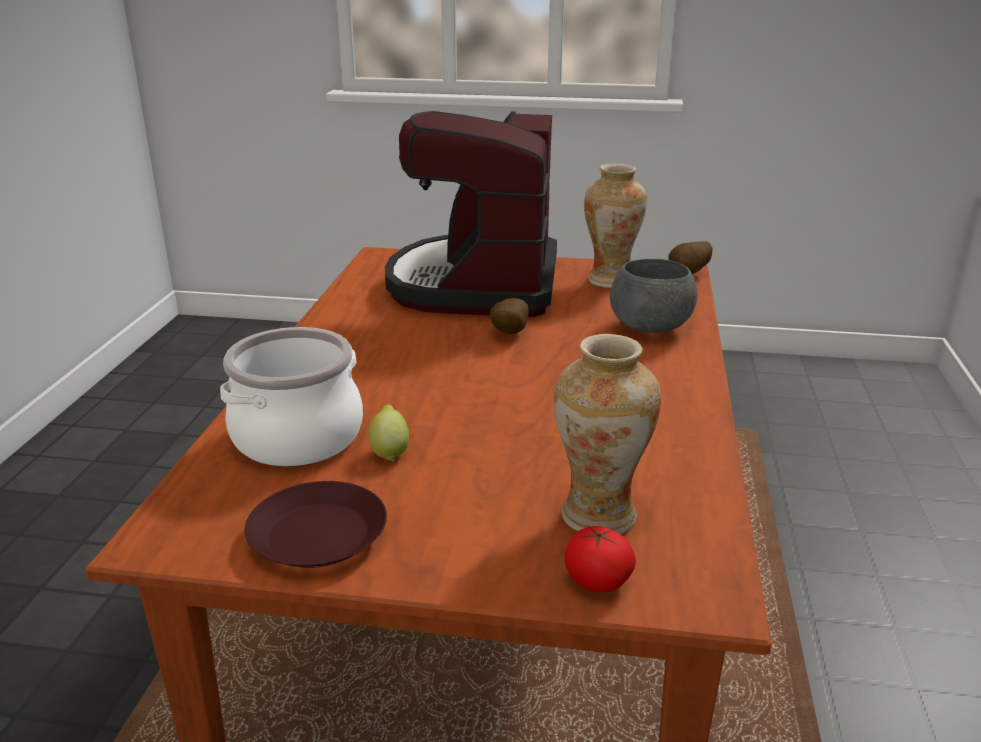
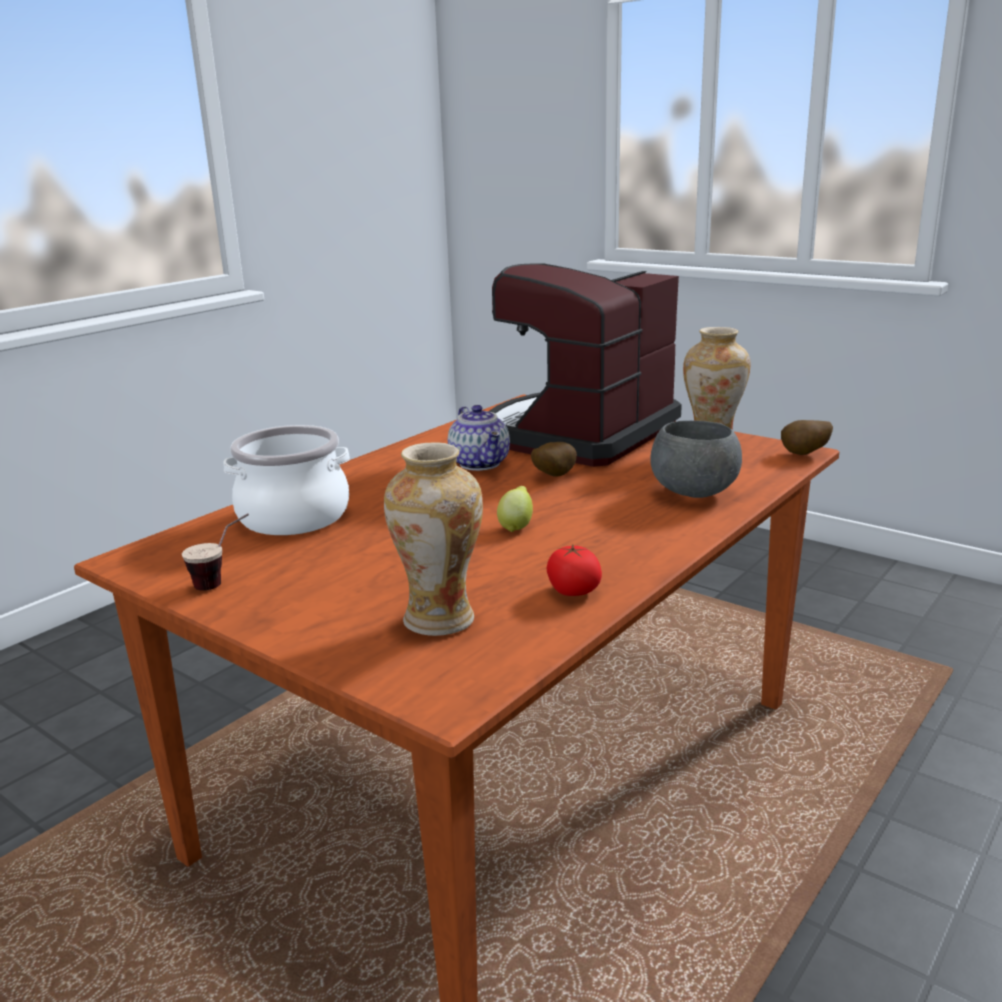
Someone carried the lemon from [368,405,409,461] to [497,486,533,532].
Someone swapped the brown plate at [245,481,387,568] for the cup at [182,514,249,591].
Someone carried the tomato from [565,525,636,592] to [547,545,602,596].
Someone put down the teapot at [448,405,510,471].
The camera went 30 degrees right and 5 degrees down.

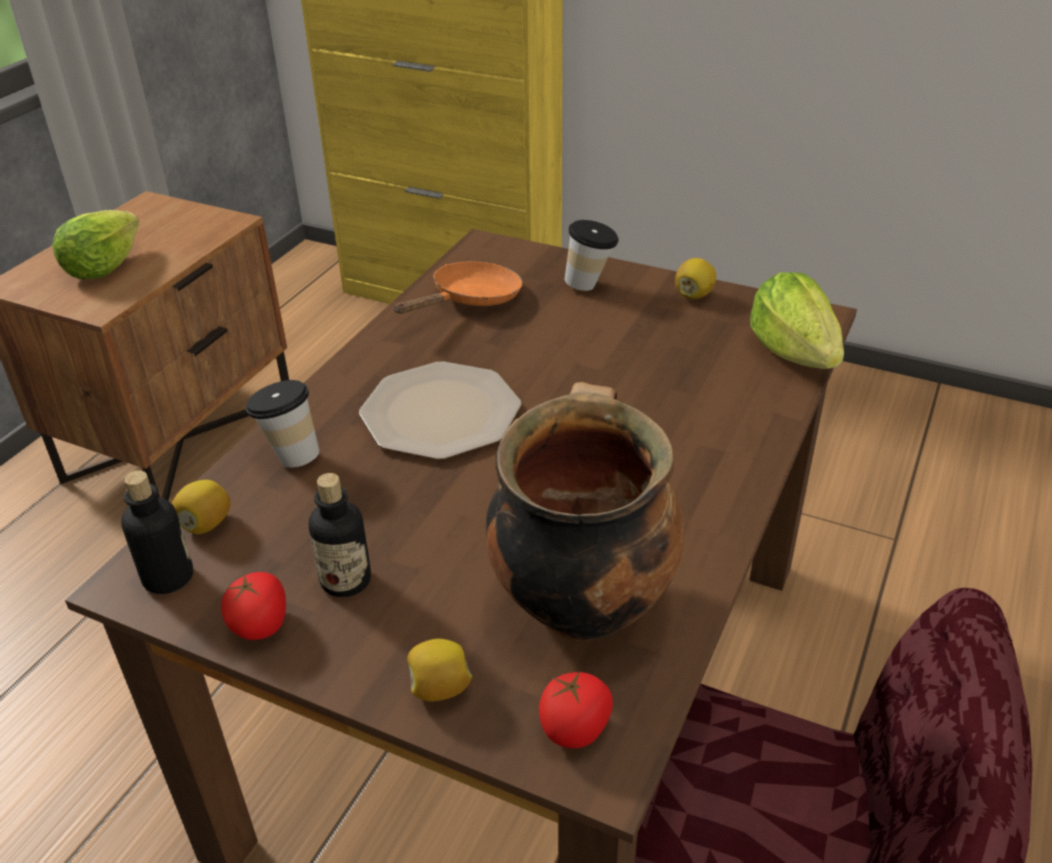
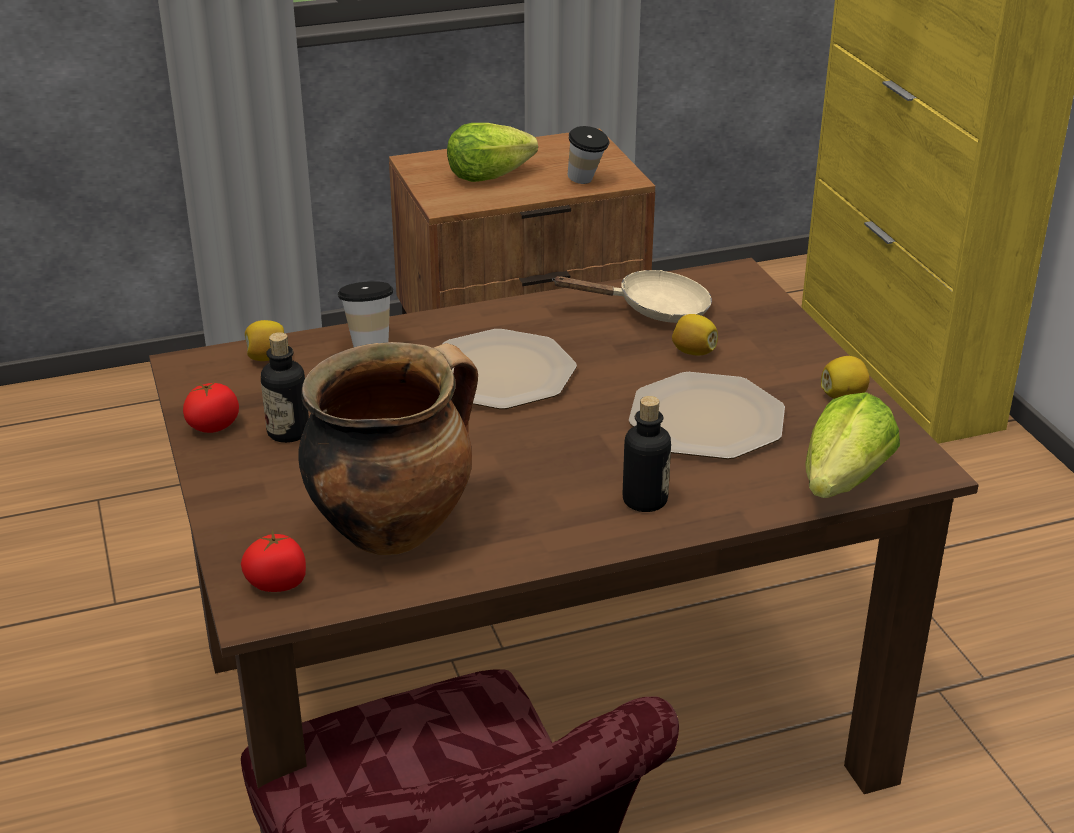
Someone carried the cup from [565,220,619,291] to [568,126,609,184].
Someone repainted the orange frying pan at [393,262,523,314], which became the beige frying pan at [552,270,712,323].
Someone carried the bottle from [121,471,193,594] to [623,396,671,512].
Someone carried the lemon from [407,639,472,702] to [672,314,718,355].
Someone put down the plate at [629,372,785,459].
The camera went 45 degrees right and 5 degrees down.

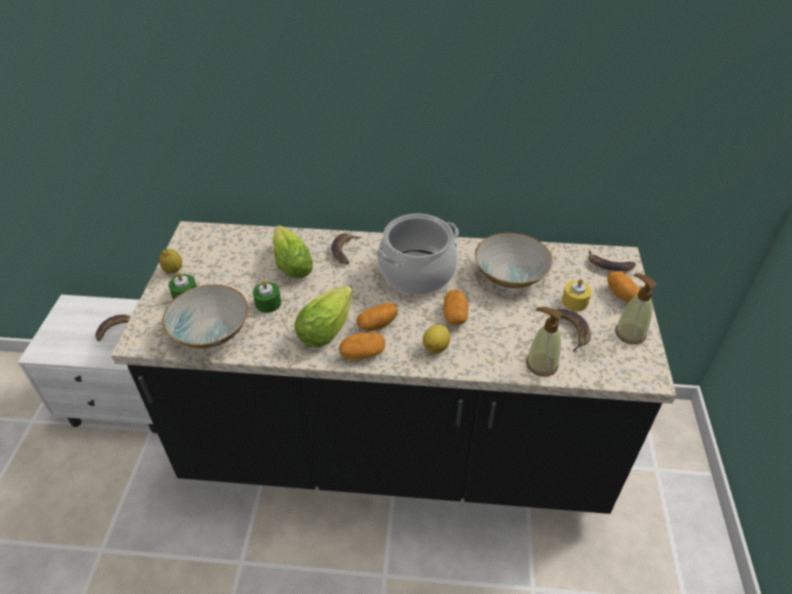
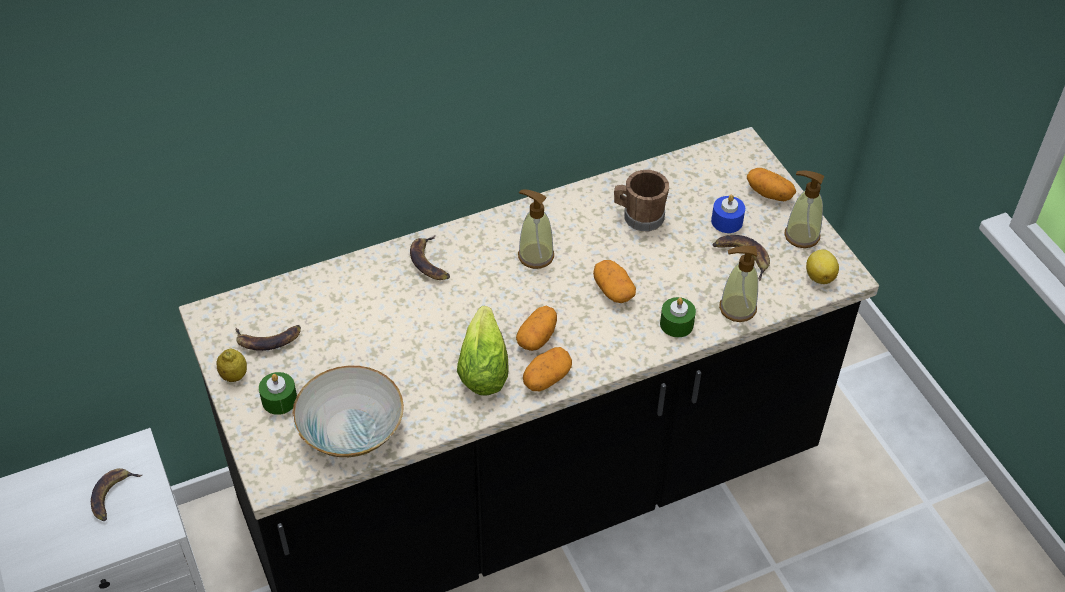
Someone swapped the cooking pot at [376,214,459,294] for the soap dispenser at [518,190,554,269].
Someone took away the lettuce at [273,225,313,279].
Someone swapped the bowl at [475,233,553,288] for the brown mug at [614,170,669,231].
Someone carried the banana from [588,250,636,271] to [235,325,301,351].
Someone repainted the yellow candle at [562,279,592,311], which became the blue candle at [711,195,745,233].
Someone carried the green candle from [253,280,281,313] to [660,297,696,338].
Someone carried the lemon from [423,324,450,354] to [806,250,839,284].
The camera went 30 degrees left and 5 degrees up.

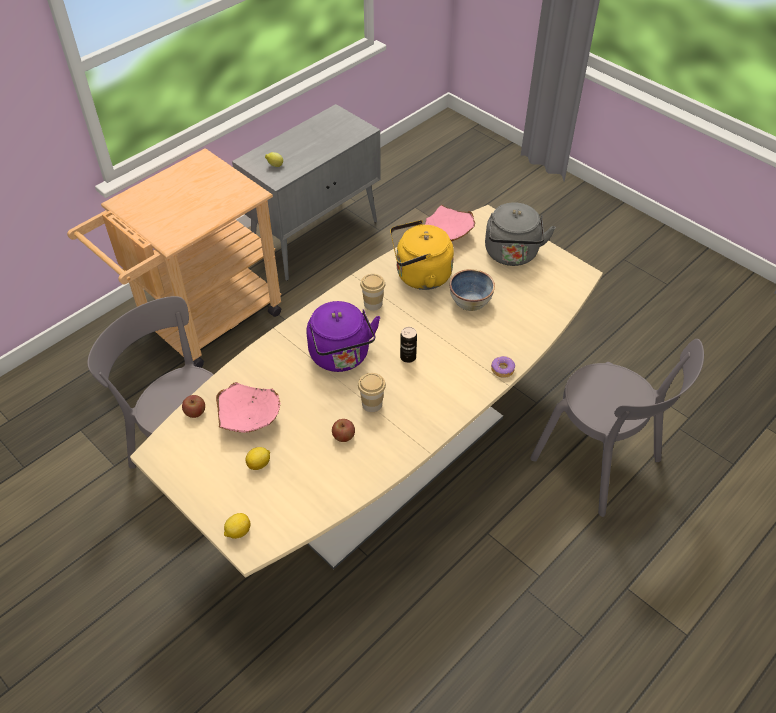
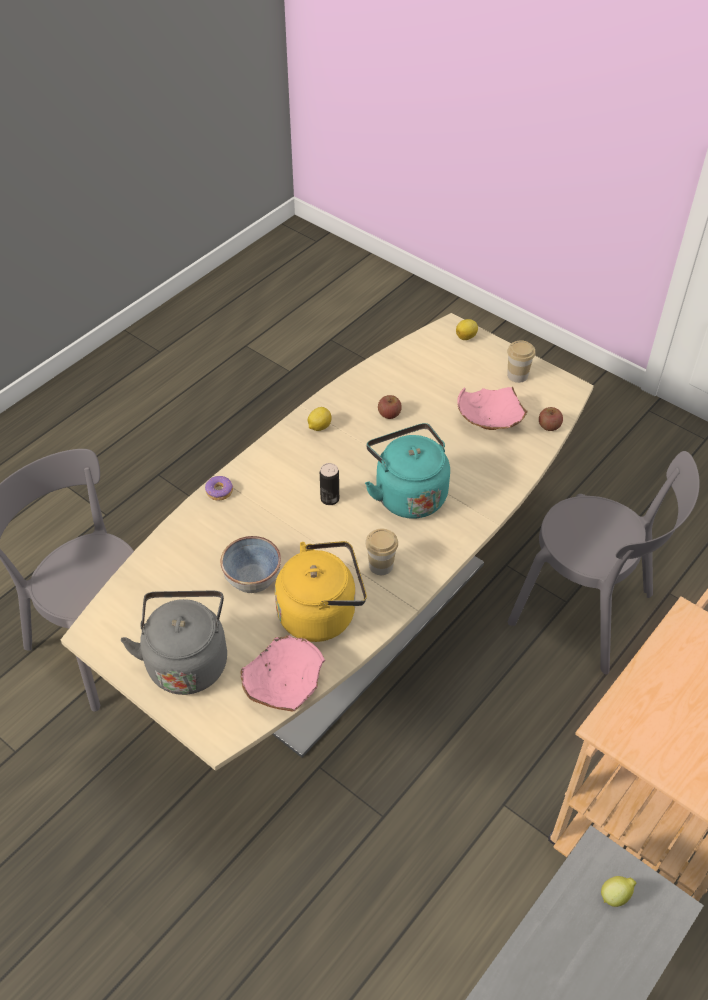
Someone repainted the purple kettle at [307,301,380,372], which became the turquoise kettle at [365,423,450,519].
Someone carried the cup from [358,373,386,412] to [507,340,535,383].
Someone carried the lemon from [245,447,270,470] to [308,407,331,431].
The camera went 175 degrees right and 0 degrees up.

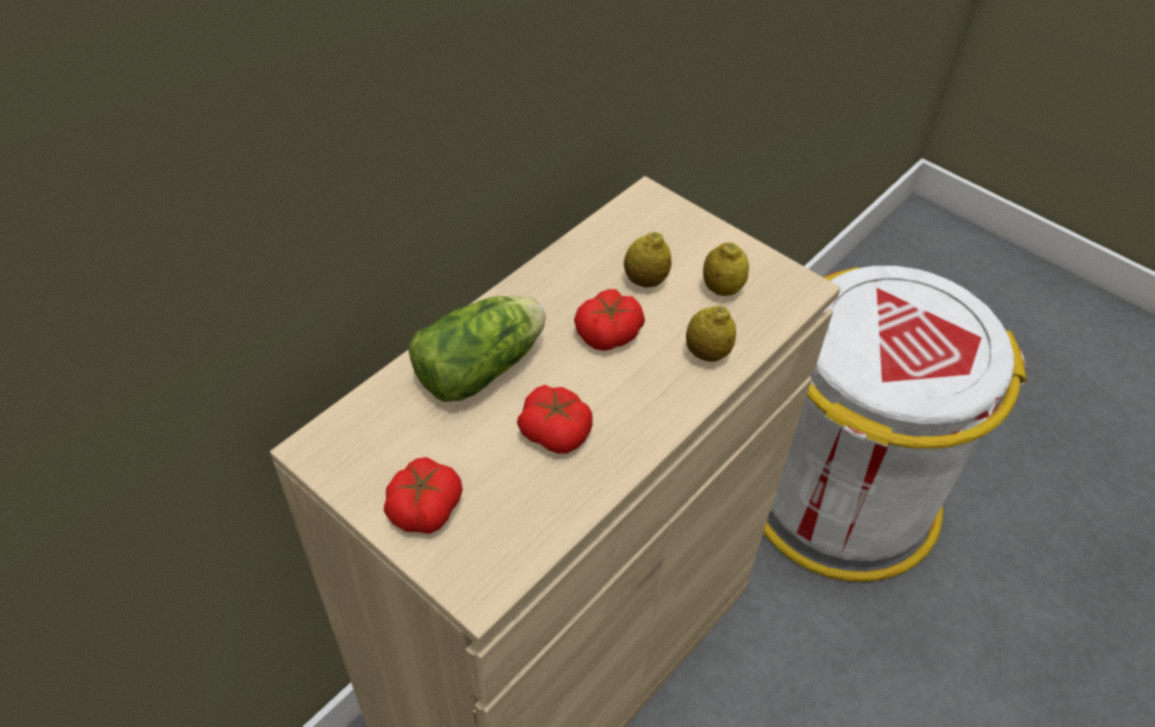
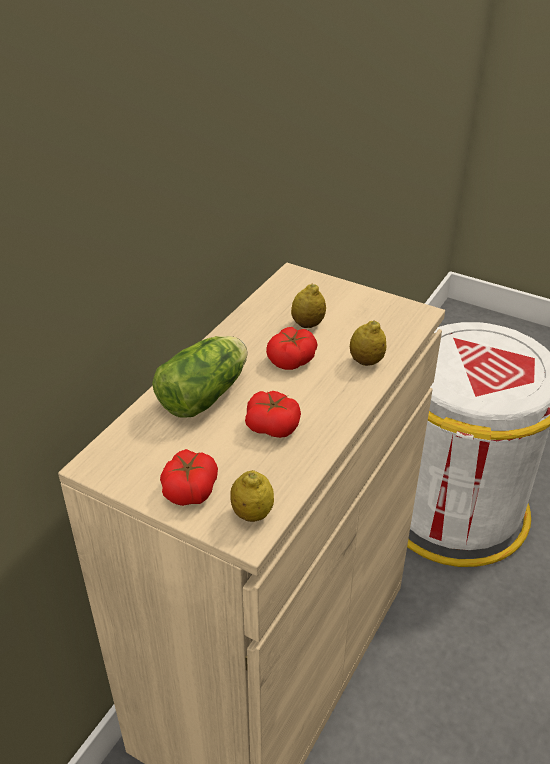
Someone carried the lemon from [703,242,749,296] to [230,470,274,522].
The camera went 10 degrees left and 10 degrees down.

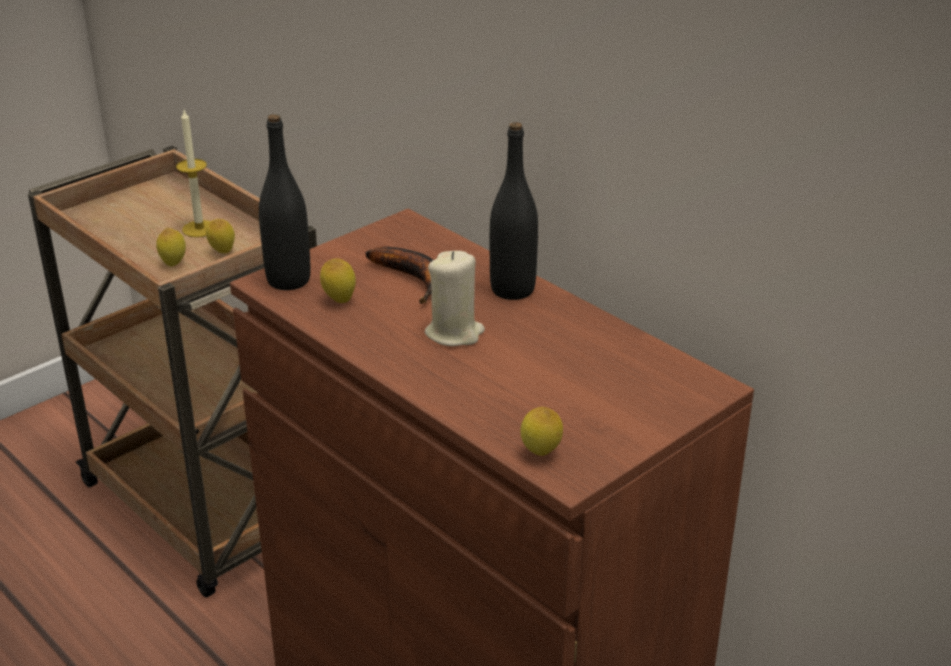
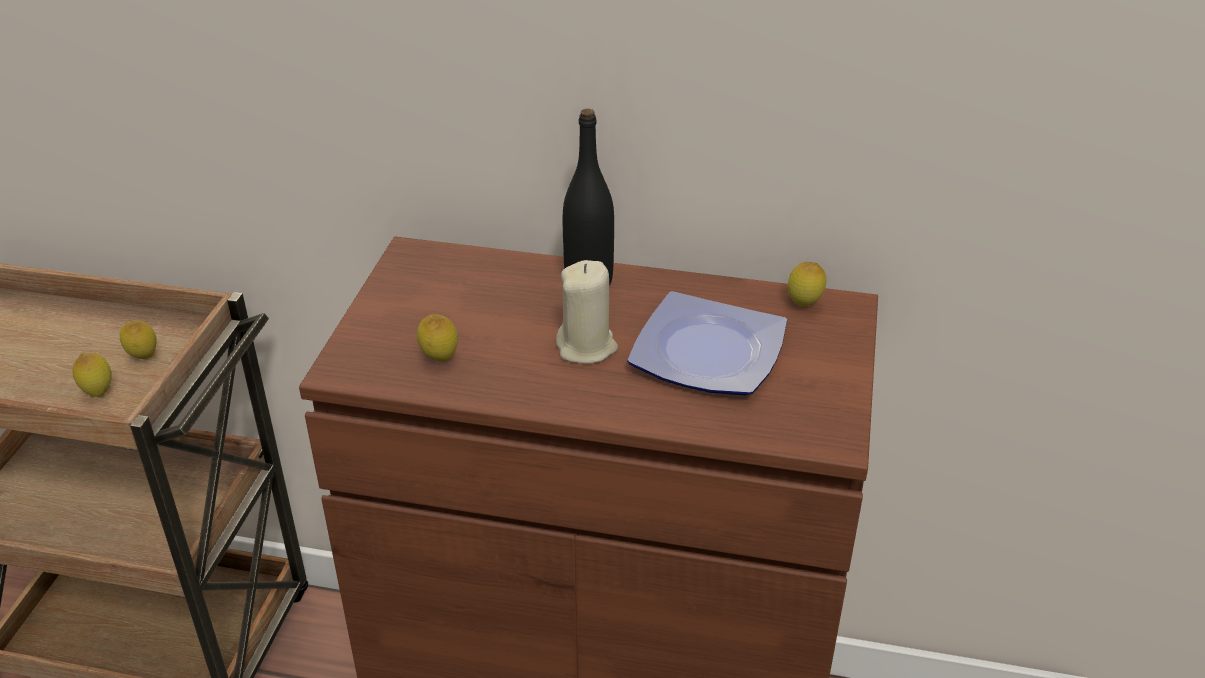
Someone took away the candle at [176,110,211,237].
Someone took away the black bottle at [259,114,310,290].
Someone took away the banana at [365,246,433,304].
Someone carried the lemon from [521,407,563,456] to [788,262,826,306].
Someone put down the plate at [627,291,787,395].
The camera went 35 degrees left and 5 degrees up.

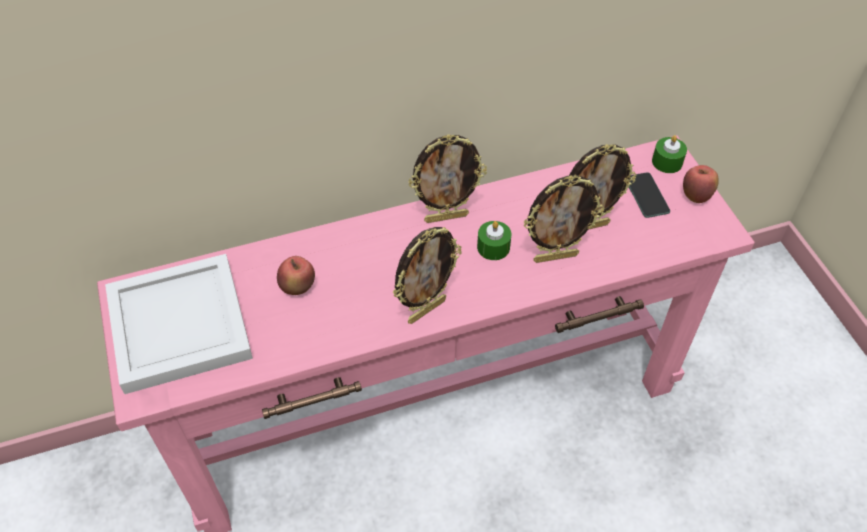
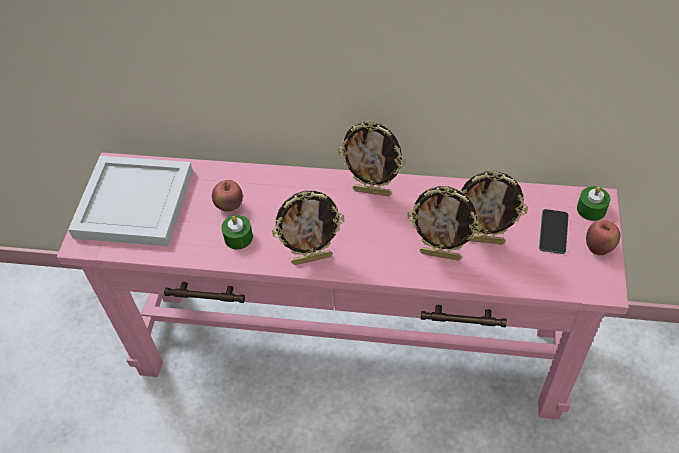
Someone carried the green candle from [477,221,511,260] to [221,215,253,250].
The camera went 30 degrees right and 0 degrees up.

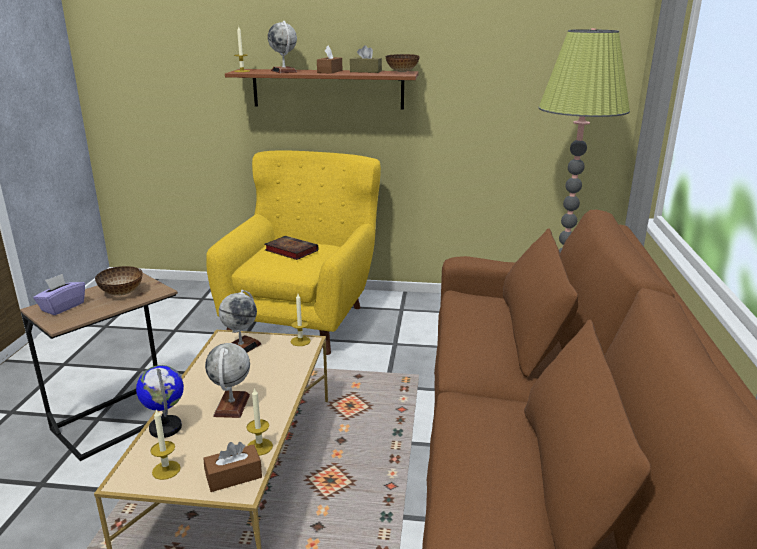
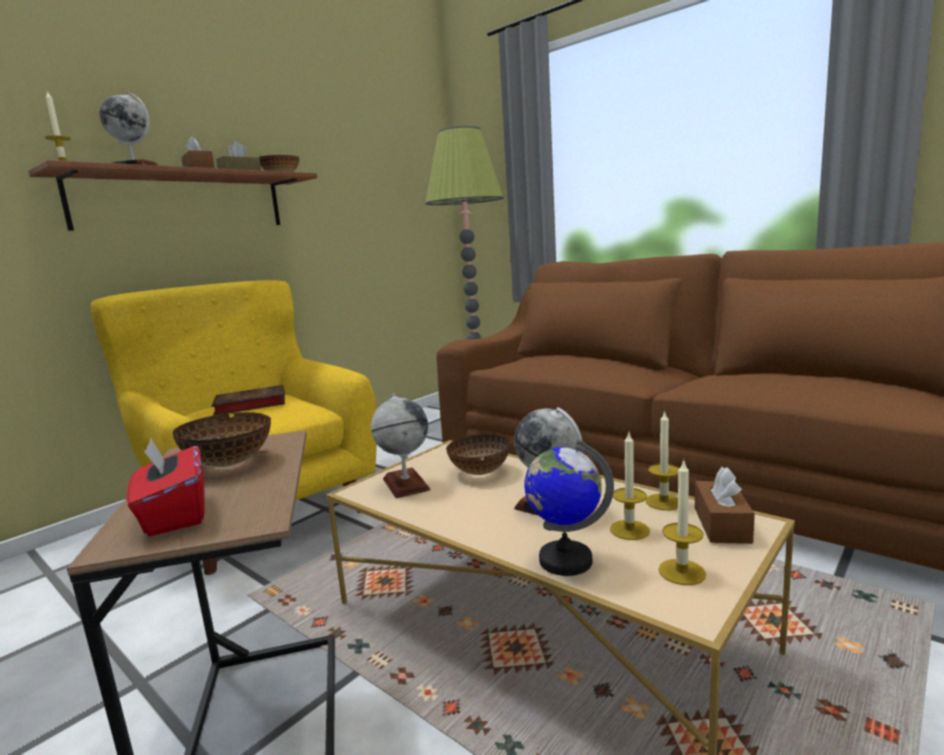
Someone repainted the purple tissue box at [33,274,85,315], which became the red tissue box at [126,438,204,536].
Someone carried the candle from [291,294,311,346] to [610,433,650,540].
Someone put down the bowl at [446,434,510,475].
The camera went 55 degrees left and 10 degrees down.

